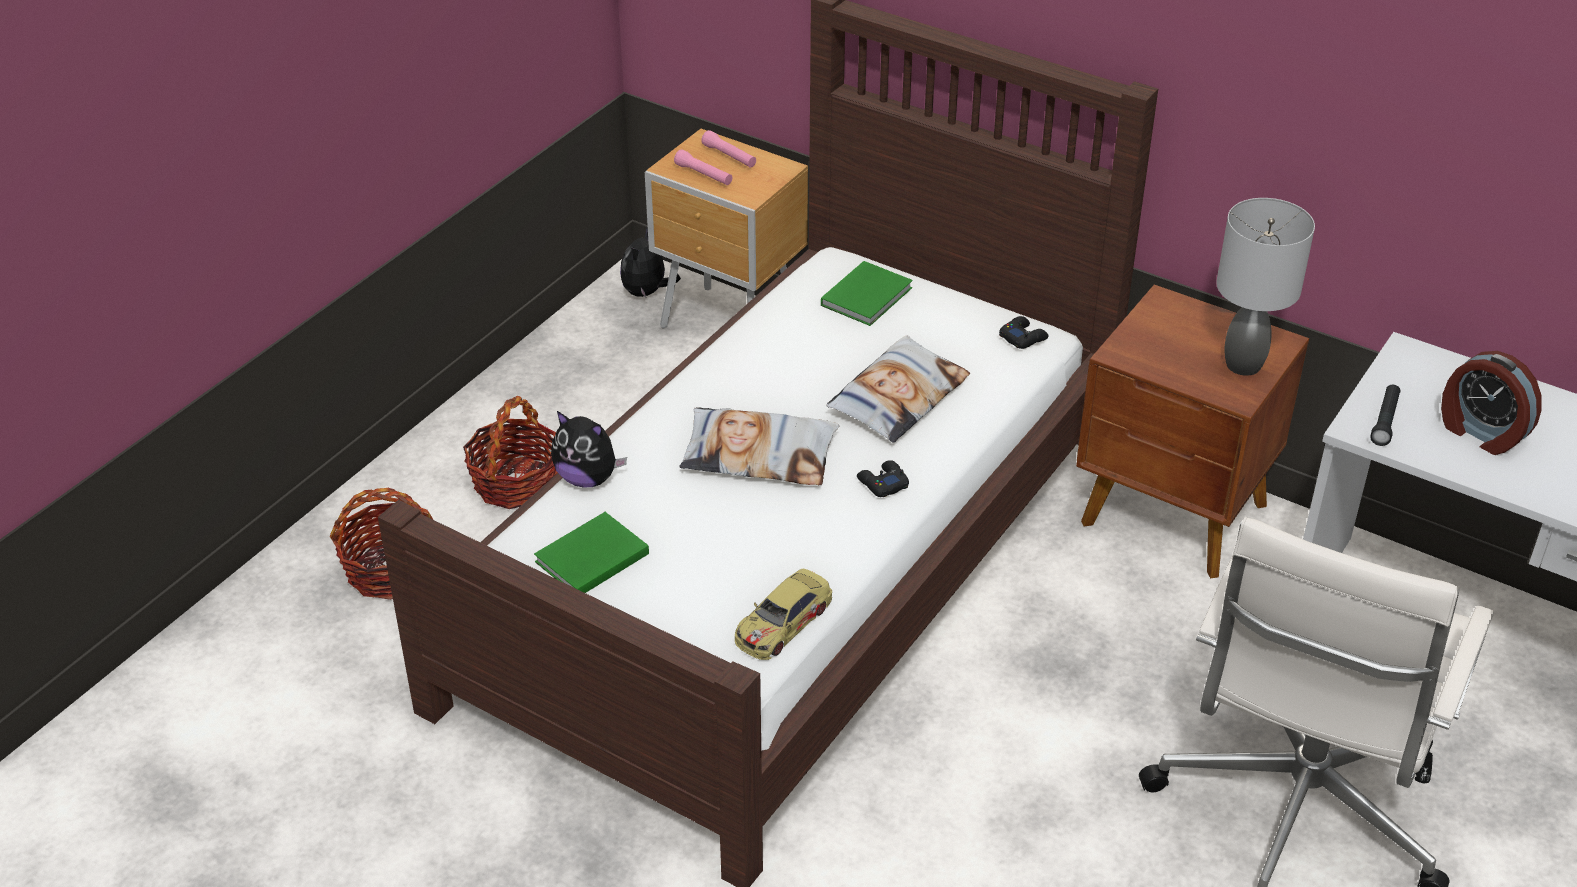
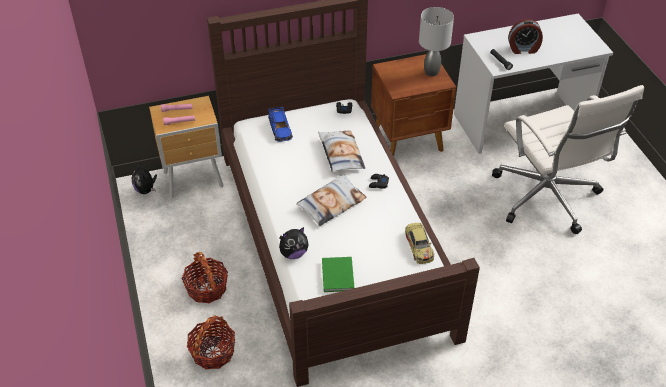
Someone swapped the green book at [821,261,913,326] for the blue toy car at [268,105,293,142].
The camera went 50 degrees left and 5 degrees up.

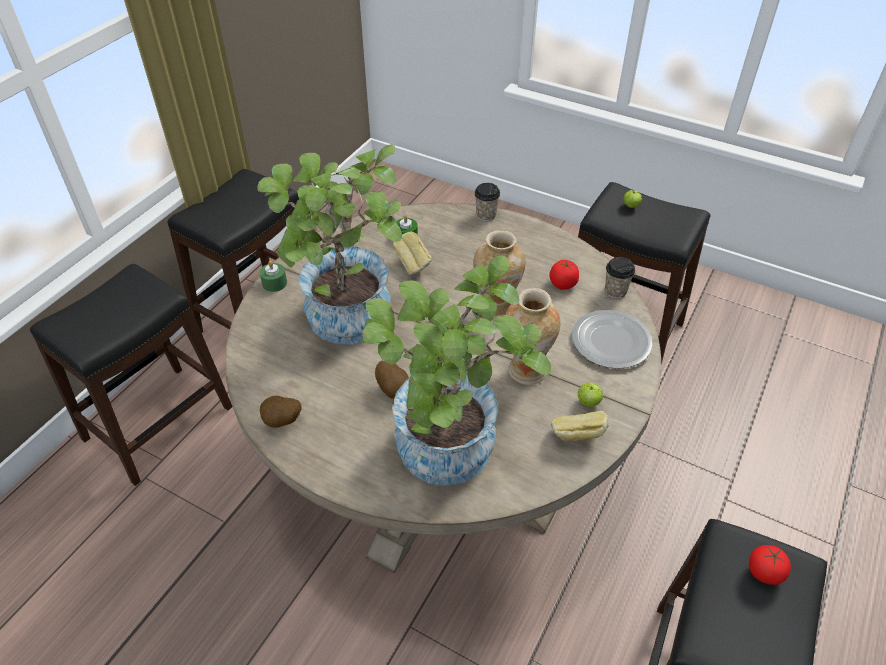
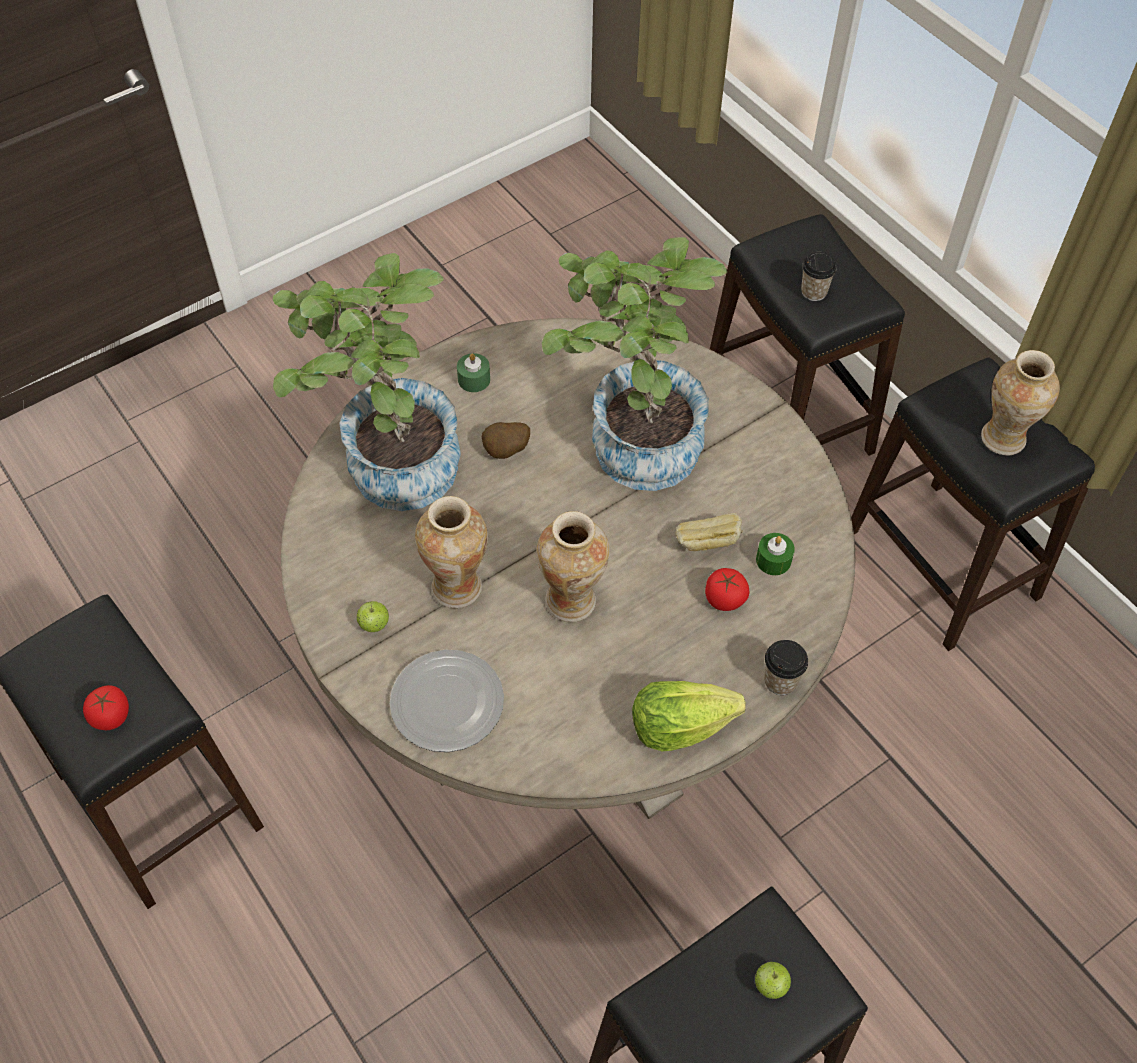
Someone carried the cup from [605,257,635,299] to [801,252,837,301].
Someone carried the tomato from [549,260,579,290] to [705,568,750,611].
Someone carried the green candle from [260,261,287,292] to [457,353,490,392].
Someone took away the potato at [260,396,302,428].
Someone took away the bread at [551,411,609,441].
Someone put down the vase at [981,350,1060,456].
Someone put down the lettuce at [632,681,746,751].
The camera went 115 degrees right and 10 degrees up.

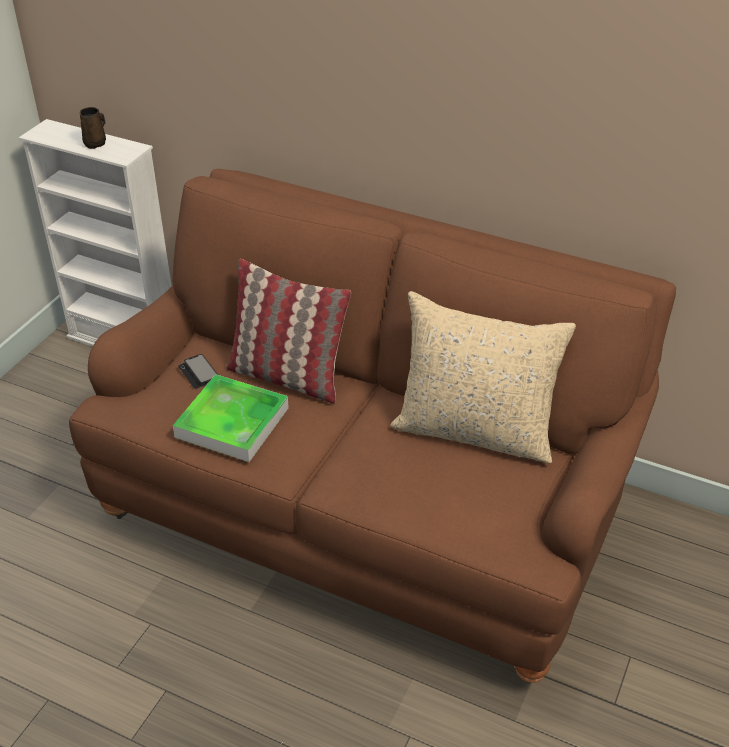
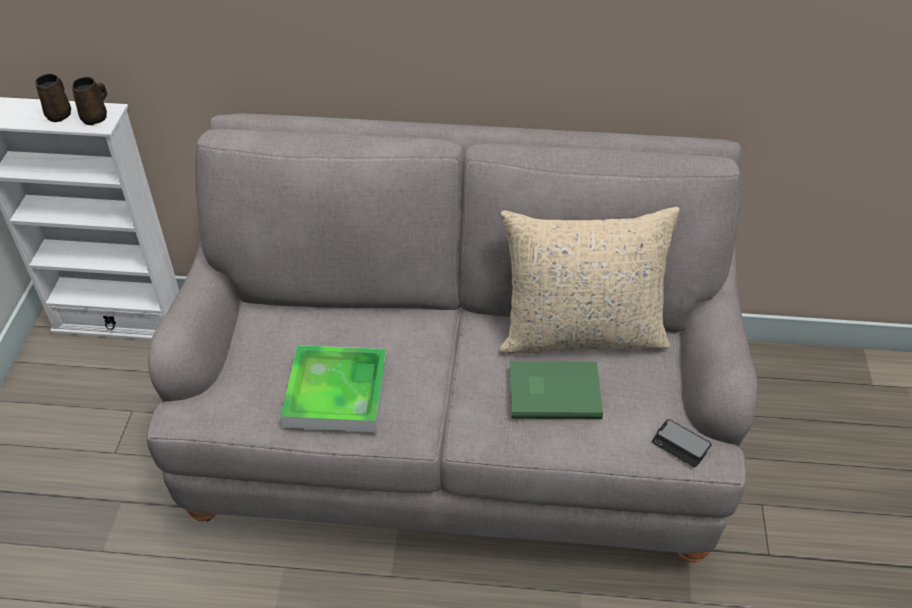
Someone repainted the brown sofa at [69,169,676,684], which became the grey sofa at [147,113,757,563].
Someone took away the pillow at [226,259,351,404].
Someone carried the phone from [178,354,218,389] to [652,419,711,467].
Someone put down the brown mug at [72,77,107,125].
Someone put down the green book at [510,362,603,419].
The camera went 20 degrees left and 5 degrees up.

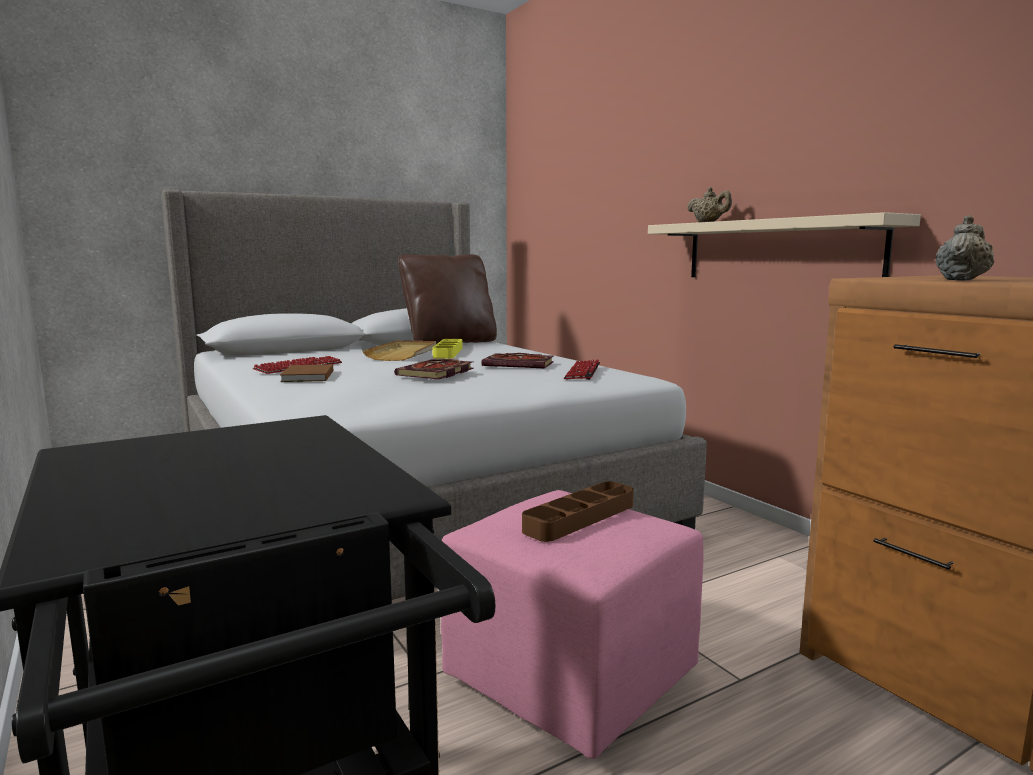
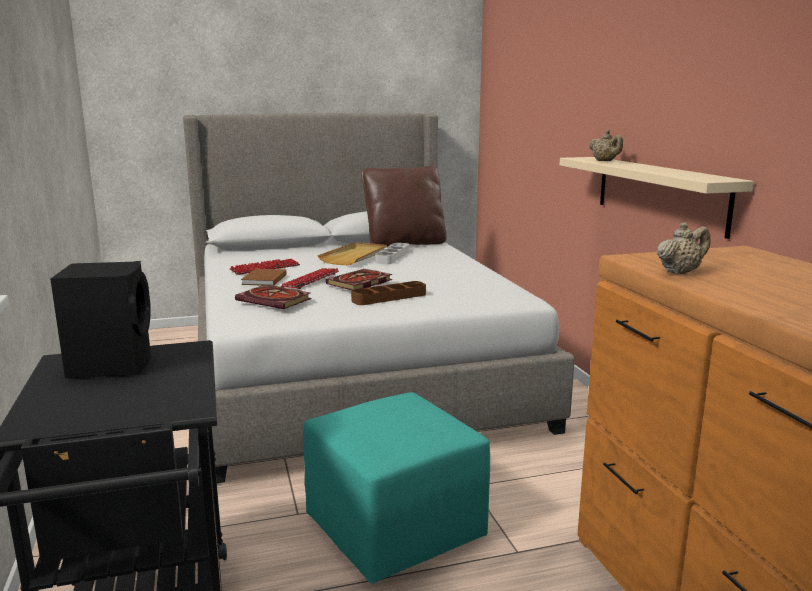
Someone repainted the yellow tray at [432,339,463,359], which became the grey tray at [375,243,409,264].
Someone carried the book from [481,353,554,369] to [235,285,311,309].
Someone carried the keyboard from [564,359,600,380] to [280,268,339,289].
Someone carried the brown tray from [522,481,634,542] to [351,281,426,305].
Someone repainted the pink ottoman at [441,490,704,759], which became the turquoise ottoman at [303,392,490,584].
Someone put down the black speaker at [50,261,151,378].
The camera went 15 degrees right and 5 degrees up.

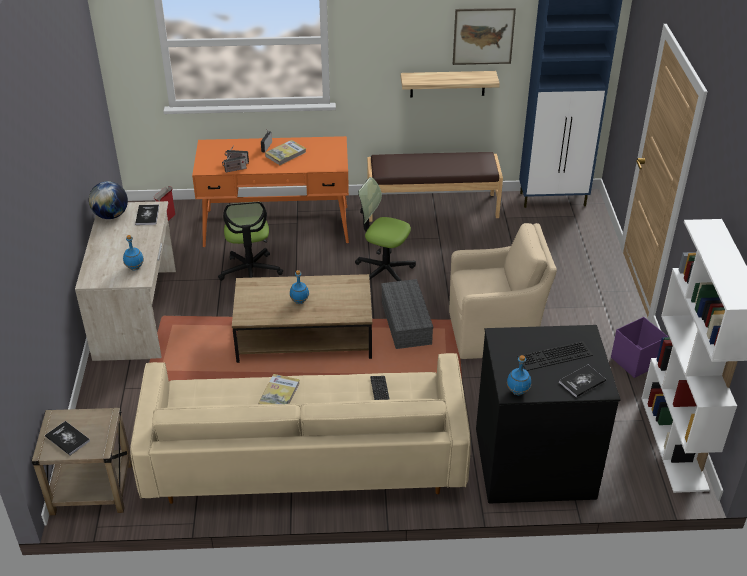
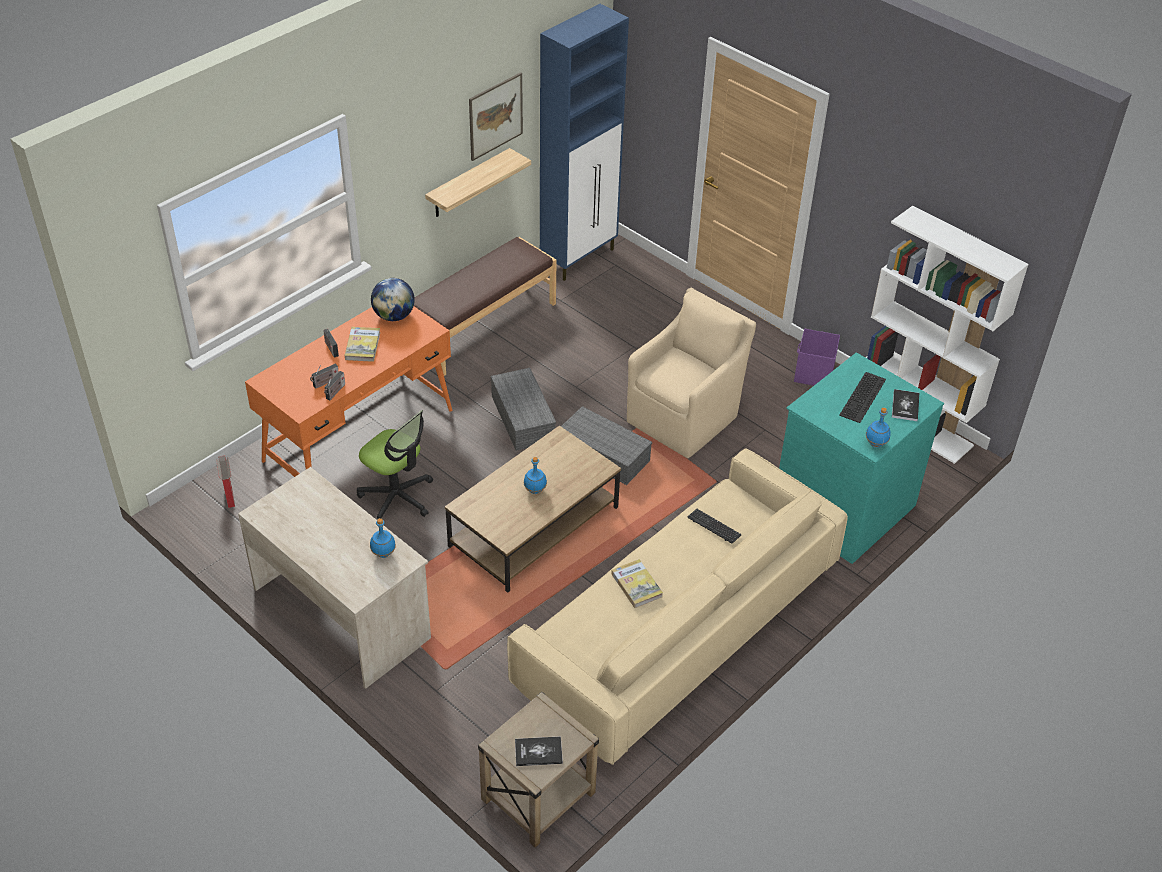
Someone swapped the office chair at [355,177,416,281] for the grey storage box at [491,368,556,451].
Someone carried the globe from [89,181,128,219] to [371,278,415,321].
Someone took away the book at [135,204,159,225].
Someone repainted the black dresser at [476,325,621,503], which became the turquoise dresser at [779,352,944,564].
The camera went 45 degrees left and 5 degrees up.

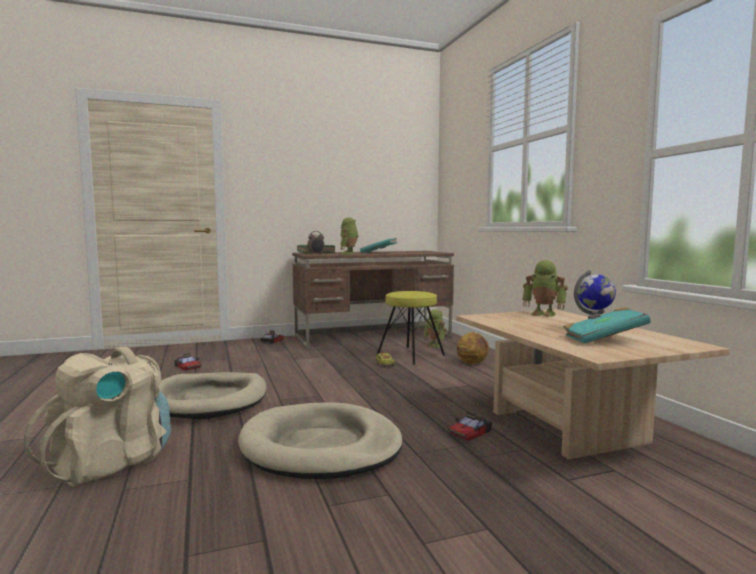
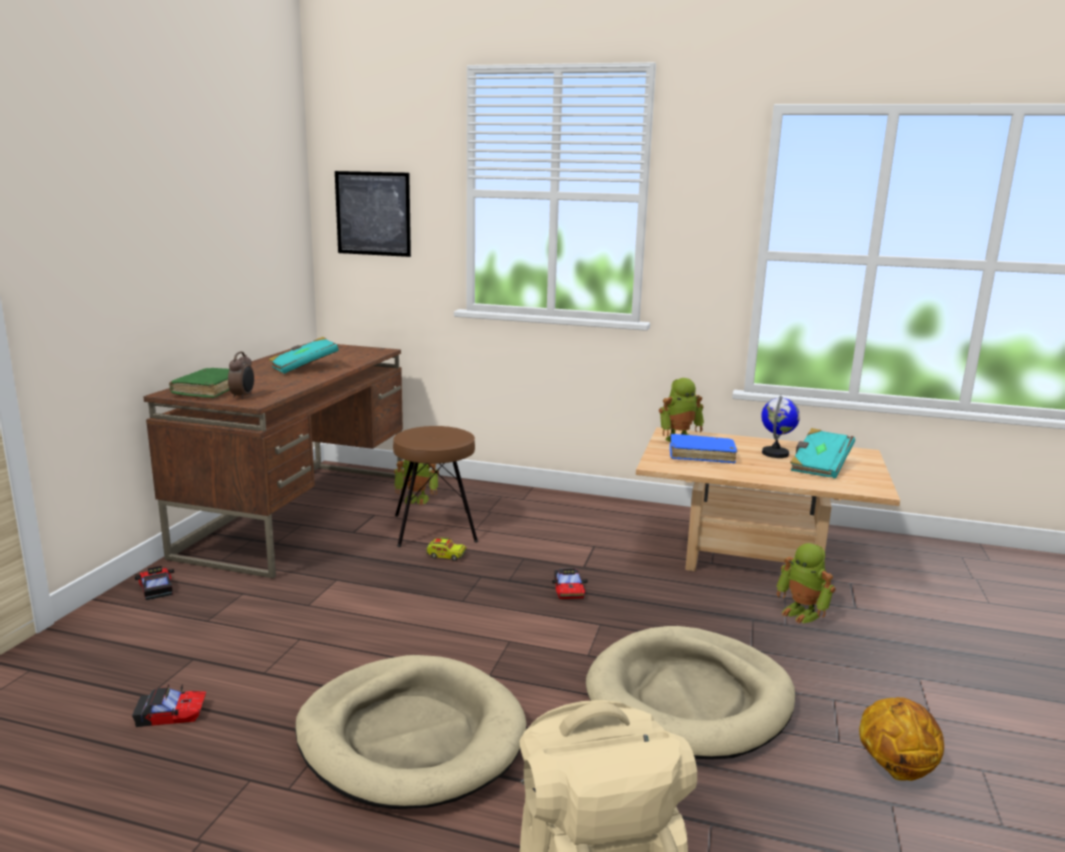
Someone carried the toy robot from [339,217,358,254] to [777,543,836,623].
Someone repainted the yellow stool at [376,291,445,365], which became the brown stool at [393,426,478,547].
Someone carried the basketball from [457,332,489,364] to [859,697,944,781].
Someone carried the toy car from [449,412,492,441] to [552,568,588,599].
Someone put up the picture at [335,171,411,257].
Someone put down the blue book at [670,434,737,463].
The camera went 55 degrees left and 10 degrees up.

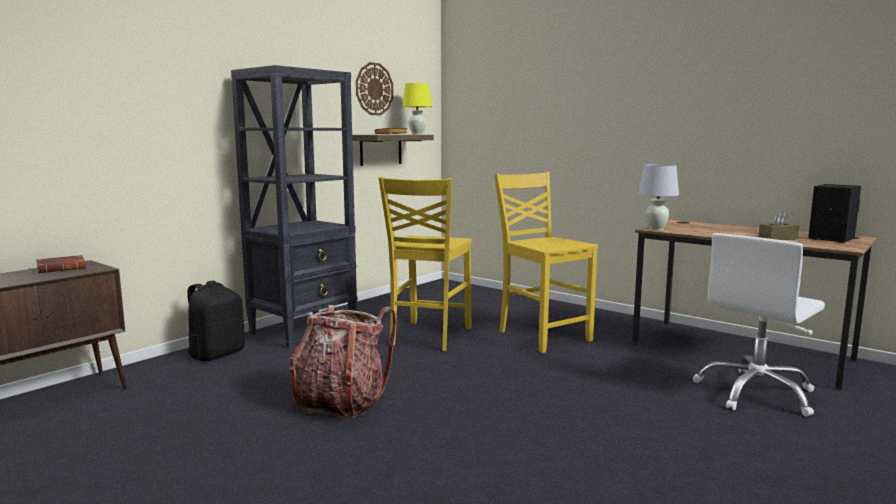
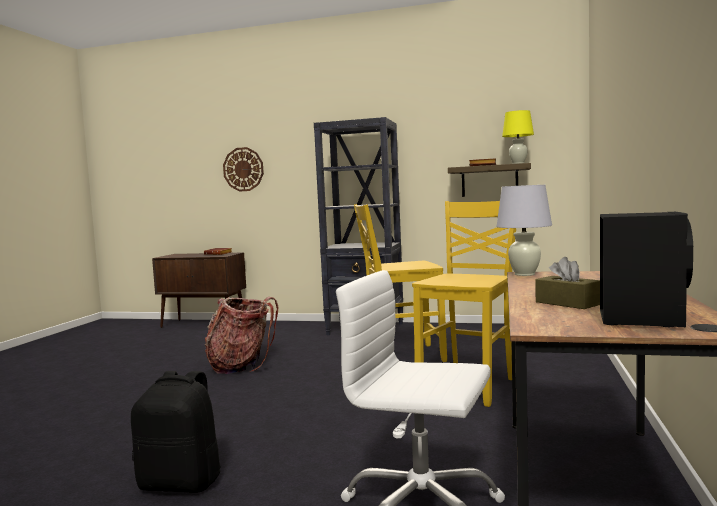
Someone carried the wall clock from [356,62,393,115] to [223,147,264,192].
Someone carried the black backpack from [187,280,245,362] to [131,371,221,493].
The camera went 65 degrees right and 5 degrees down.

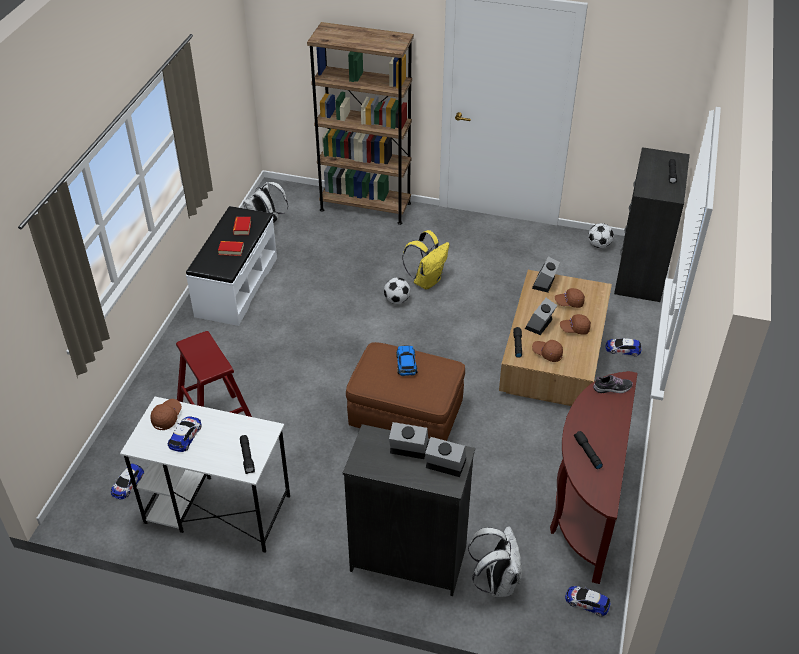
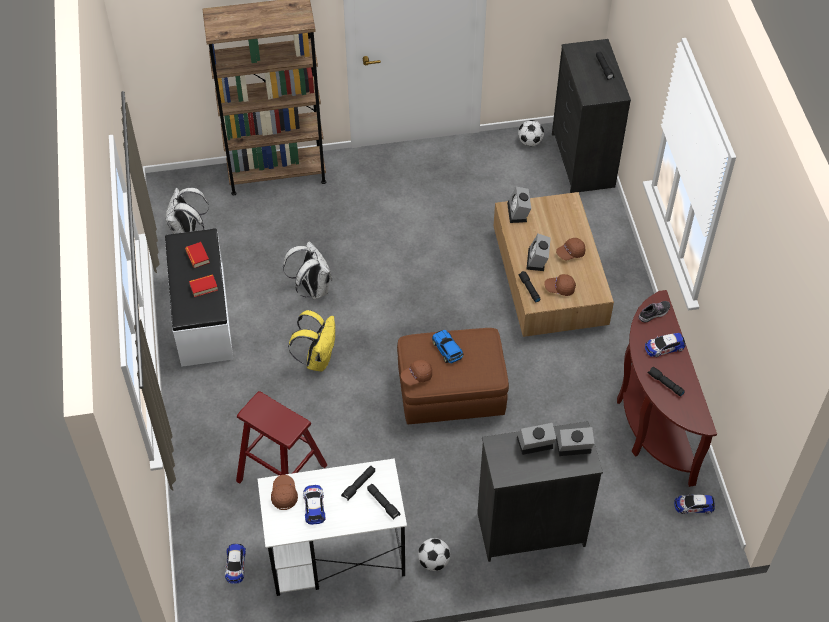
Someone carried the yellow backpack from [402,230,449,289] to [288,310,335,371].
Someone carried the football from [384,278,410,304] to [418,538,450,571].
Someone carried the brown cap from [555,288,585,308] to [401,360,432,385].
Someone carried the toy car from [605,338,641,356] to [645,333,686,357].
Someone carried the white backpack from [468,526,522,597] to [283,241,332,300].
Someone put down the black flashlight at [341,466,375,501].
The camera went 25 degrees left and 10 degrees up.

